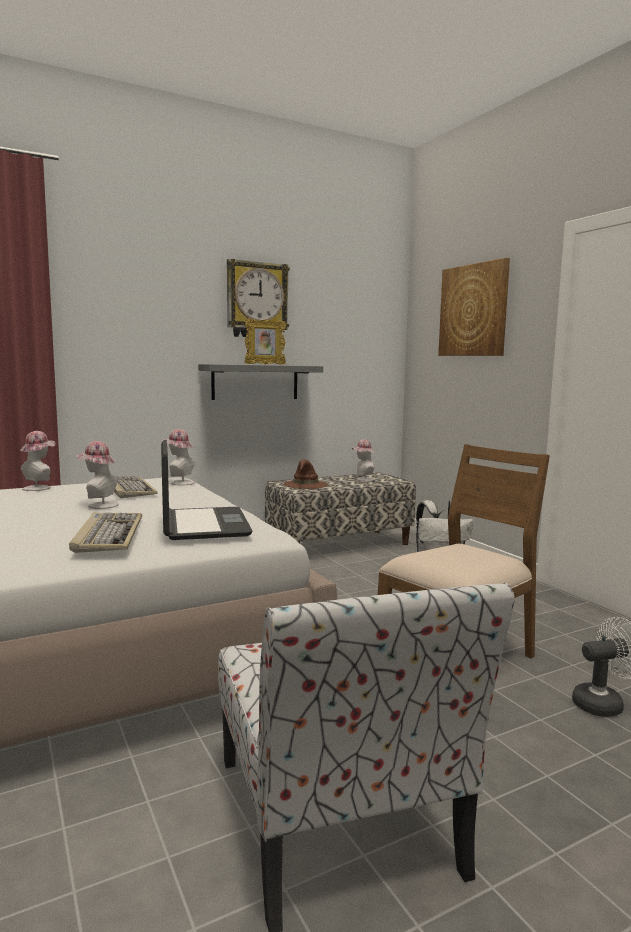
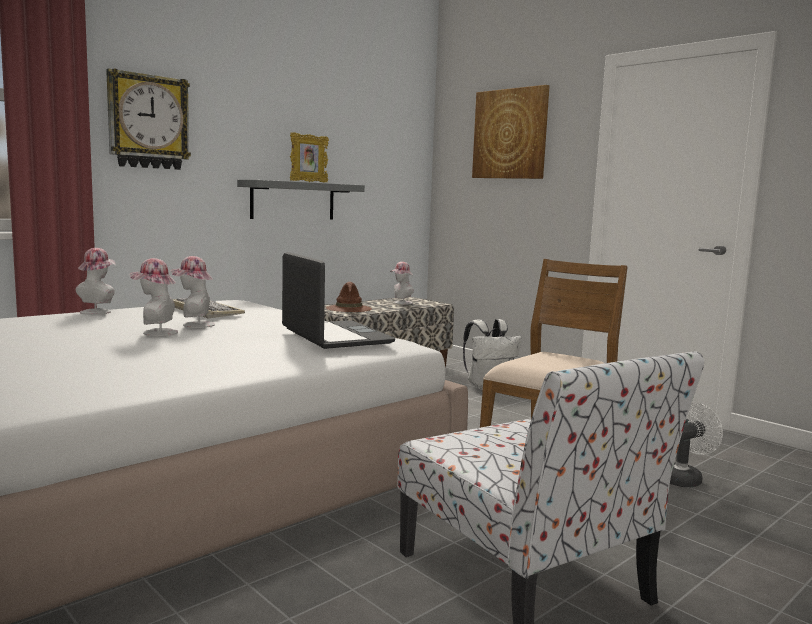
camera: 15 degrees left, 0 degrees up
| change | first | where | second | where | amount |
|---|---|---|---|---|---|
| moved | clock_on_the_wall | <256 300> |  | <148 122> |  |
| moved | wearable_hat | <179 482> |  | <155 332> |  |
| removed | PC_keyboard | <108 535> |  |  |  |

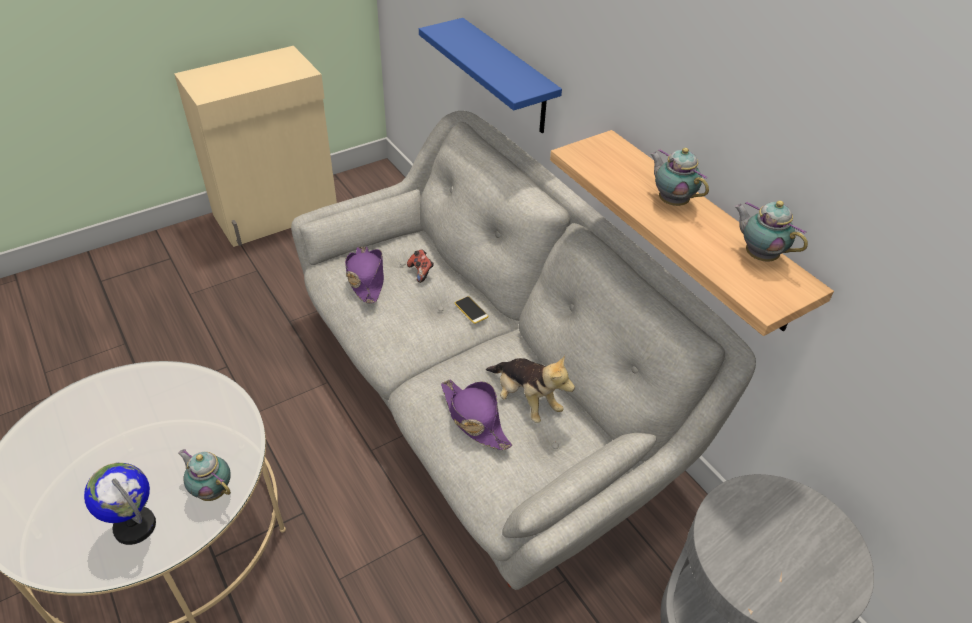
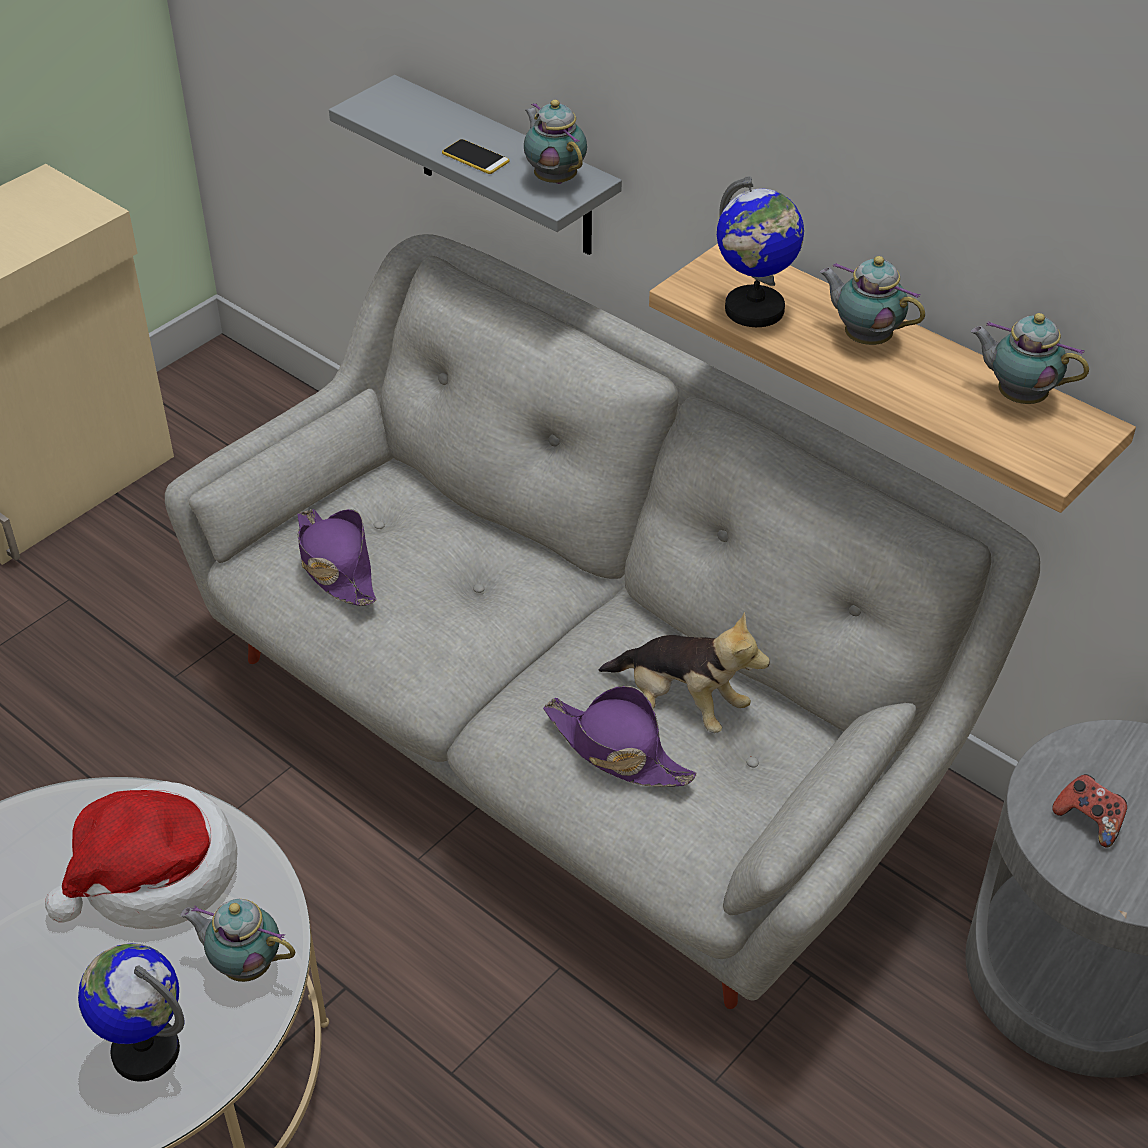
camera: 15 degrees left, 0 degrees up
| change | first | where | second | where | amount |
|---|---|---|---|---|---|
| added |  |  | wearable_hat | <155 874> |  |
| recoloured | bluish_shelf | <508 77> | gray_shelf | <505 168> |  |
| moved | handset | <471 310> |  | <475 157> |  |
| added |  |  | teapot | <554 178> |  |
| added |  |  | world_globe | <754 310> |  |
| moved | joypad | <421 272> |  | <1089 821> |  |

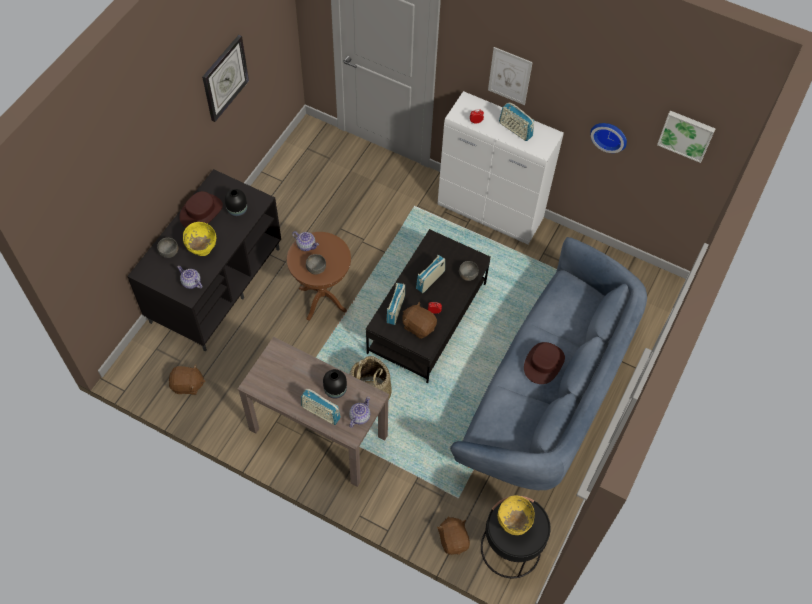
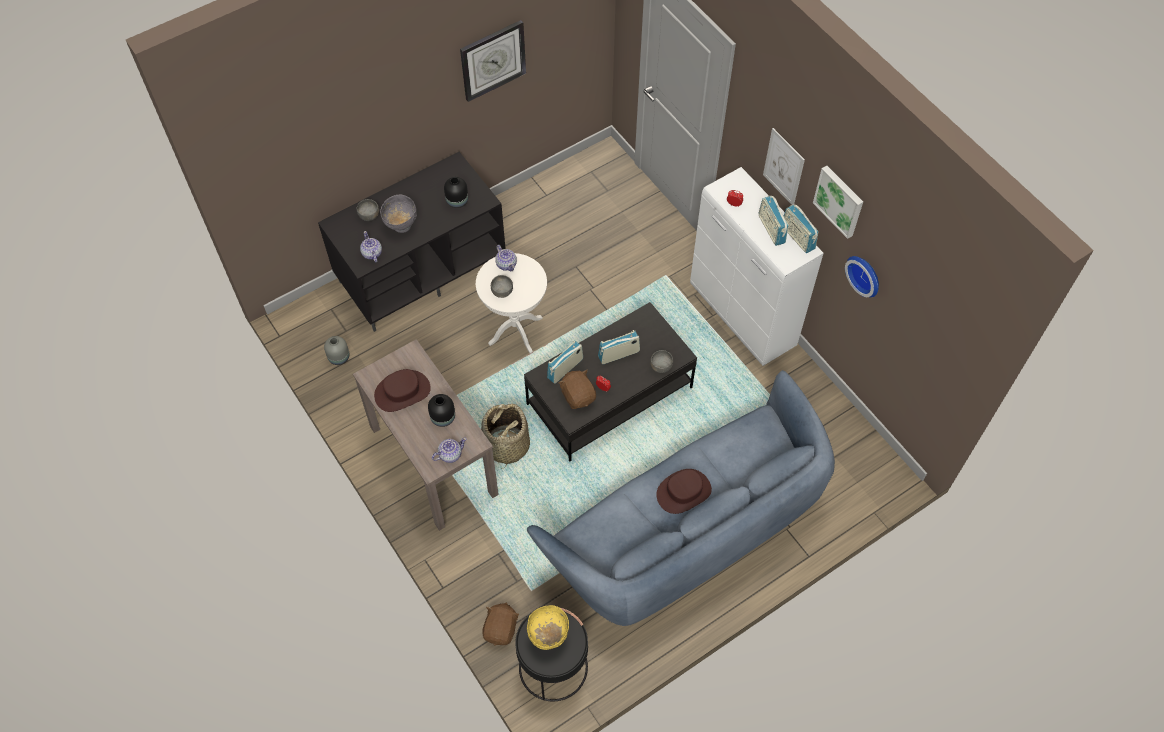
camera: 30 degrees right, 0 degrees up
| change | first | where | second | where | amount |
|---|---|---|---|---|---|
| replaced | brown-coloured_cuddly_toy | <187 385> | gray_vase | <339 357> |  |
| moved | brown-coloured_wearable_hat | <201 212> |  | <402 392> |  |
| recoloured | yellowish_serving_bowl | <202 249> | gray_serving_bowl | <401 225> |  |
| recoloured | brown-coloured_end_table | <322 299> | whitish_end_table | <515 330> |  |
| moved | radio | <320 412> |  | <797 237> |  |
| moved | wall_art | <686 135> |  | <839 200> |  |

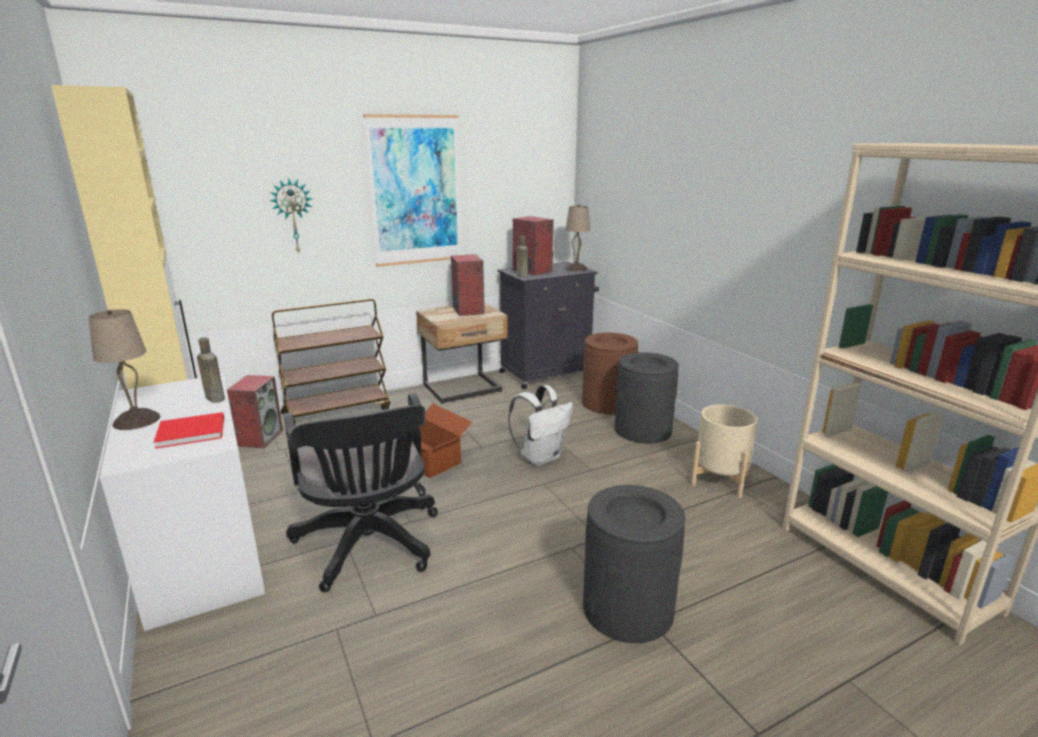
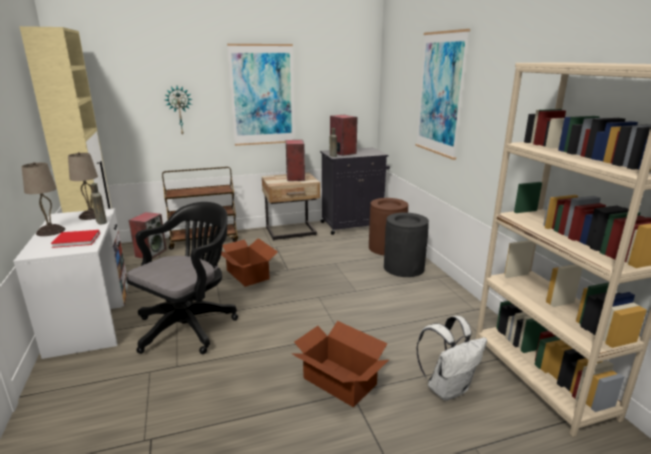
camera: 10 degrees right, 0 degrees up
| change | first | where | second | where | amount |
|---|---|---|---|---|---|
| moved | beige-coloured_tabletop_lamp | <575 269> |  | <91 215> |  |
| turned | black-coloured_office_chair | <370 547> |  | <190 325> | 135 degrees counterclockwise |
| replaced | black-coloured_trash_can | <628 609> | packing_box | <339 382> |  |
| added |  |  | wall_art | <440 94> |  |
| moved | whitish_backpack | <541 457> |  | <447 388> |  |
| removed | beige-coloured_planter | <720 480> |  |  |  |

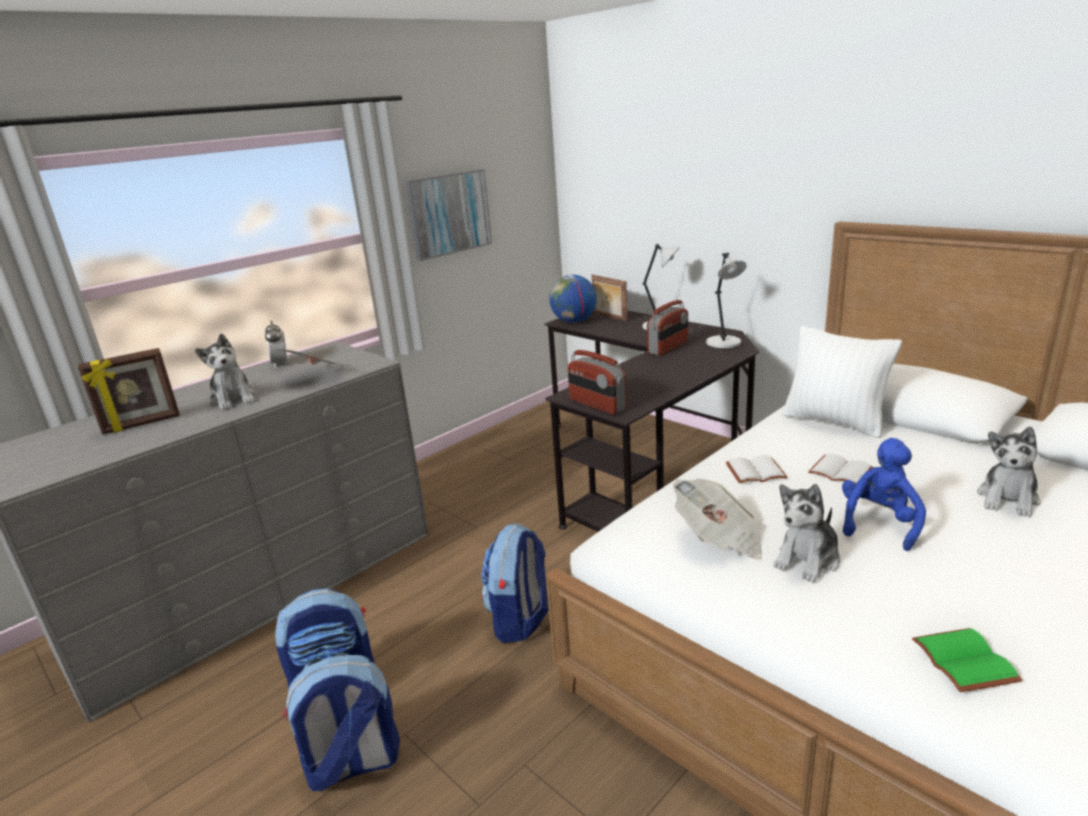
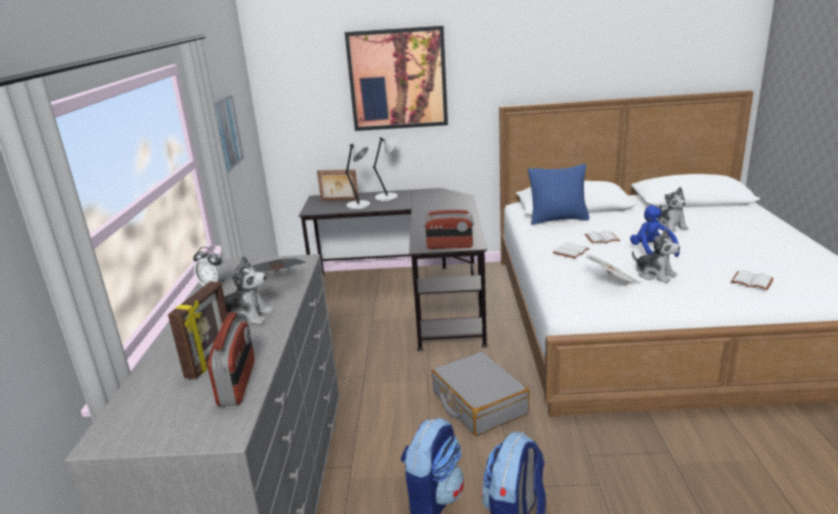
camera: 45 degrees left, 0 degrees up
| change | first | where | second | where | amount |
|---|---|---|---|---|---|
| moved | radio | <668 347> |  | <238 383> |  |
| added |  |  | wall_art | <397 79> |  |
| moved | gray_tabletop_lamp | <724 343> |  | <359 206> |  |
| replaced | backpack | <520 619> | gray_suitcase | <478 403> |  |
| recoloured | whitish_throw_pillow | <834 421> | bluish_throw_pillow | <558 219> |  |
| turned | cuddly_toy | <808 560> |  | <655 274> | 45 degrees counterclockwise |
| recoloured | greenish_bound_book | <961 660> | whitish_bound_book | <751 282> |  |
| removed | world_globe | <574 321> |  |  |  |

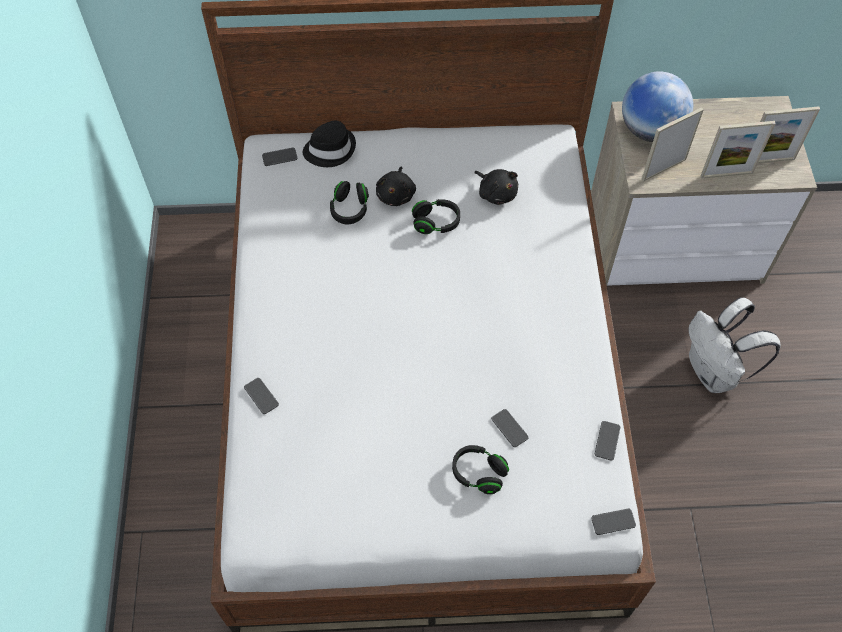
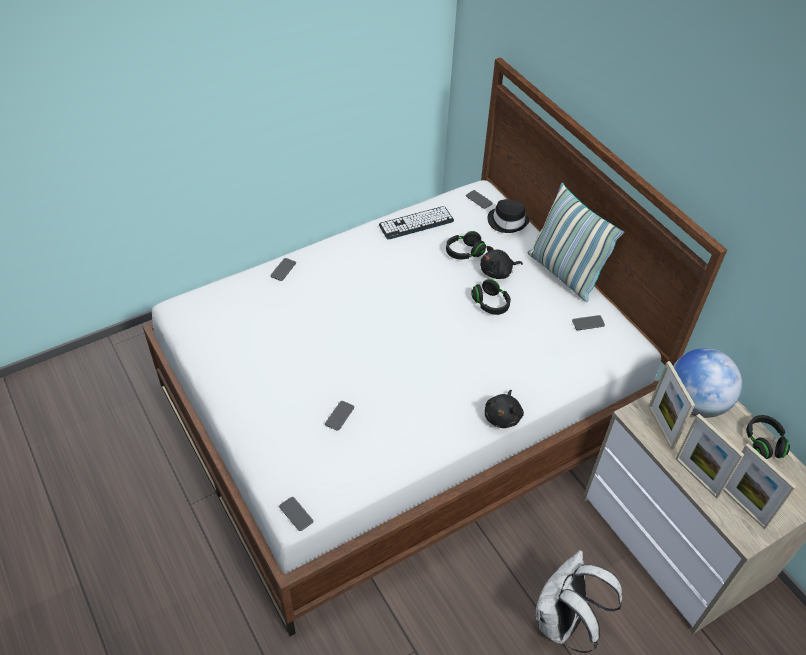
camera: 60 degrees right, 10 degrees down
| change | first | where | second | where | amount |
|---|---|---|---|---|---|
| added |  |  | PC_keyboard | <416 223> |  |
| moved | black-coloured_cuddly_toy | <496 193> |  | <503 416> |  |
| added |  |  | throw_pillow | <564 273> |  |
| moved | handset | <607 441> |  | <588 323> |  |
| turned | standing_frame | <663 169> |  | <660 427> | 135 degrees counterclockwise |
| moved | black-coloured_headphones | <478 473> |  | <763 442> |  |

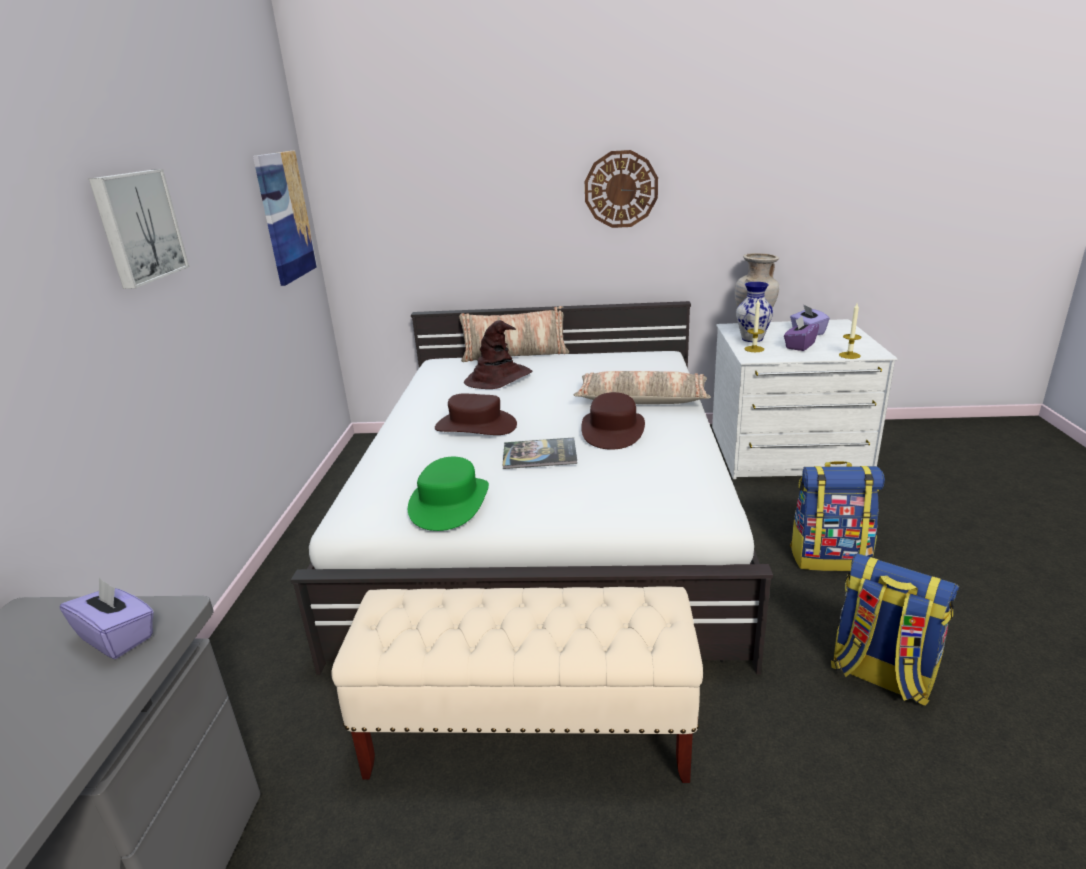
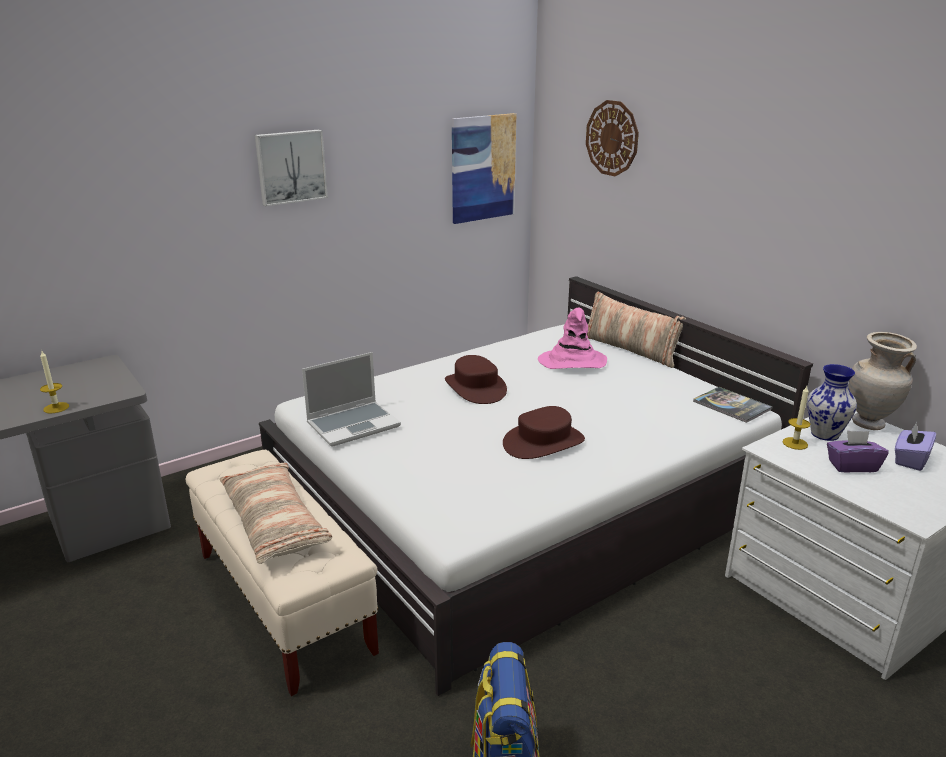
camera: 50 degrees right, 0 degrees up
| change | first | where | second | where | amount |
|---|---|---|---|---|---|
| moved | wax_light | <849 355> |  | <56 408> |  |
| moved | throw_pillow | <642 399> |  | <275 523> |  |
| replaced | greenish_wearable_hat | <449 503> | notebook_computer | <354 424> |  |
| recoloured | brown-coloured_wearable_hat | <498 378> | pink_wearable_hat | <572 361> |  |
| moved | clock_on_the_wall | <621 189> |  | <612 138> |  |
| moved | bound_book | <539 454> |  | <731 405> |  |
| removed | purplish_box_of_tissues | <118 637> |  |  |  |
| removed | backpack | <829 557> |  |  |  |

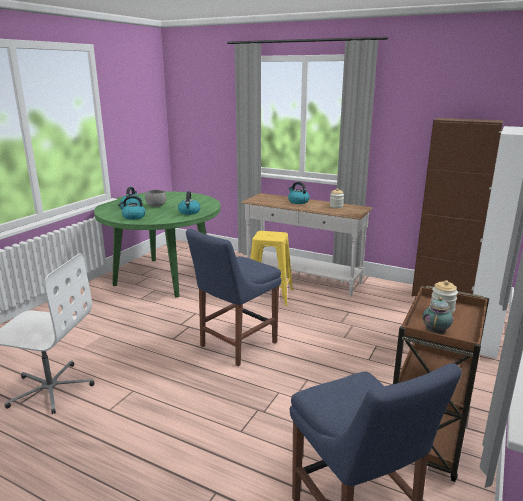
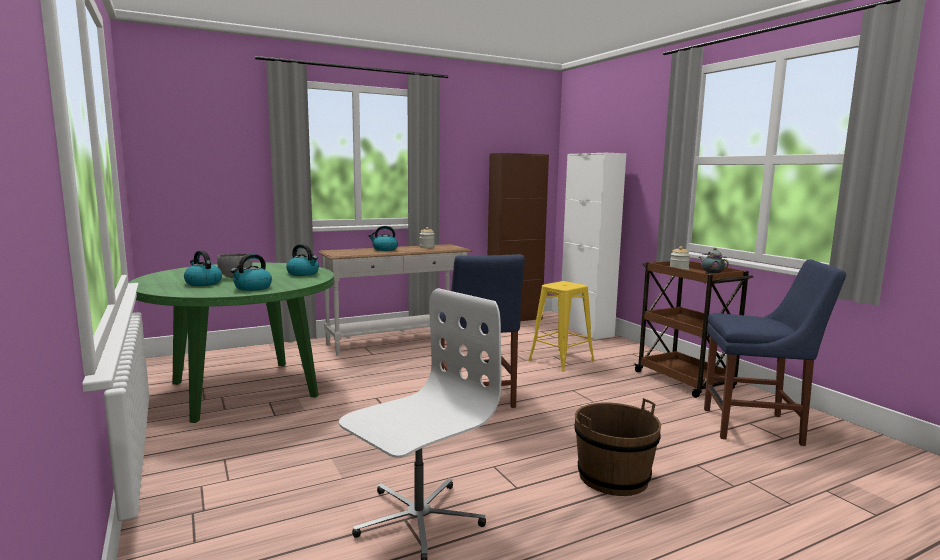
camera: 55 degrees left, 10 degrees down
| change | first | where | second | where | amount |
|---|---|---|---|---|---|
| moved | yellowish_sitting_stool | <270 295> |  | <561 360> |  |
| added |  |  | brown-coloured_bucket | <613 478> |  |

